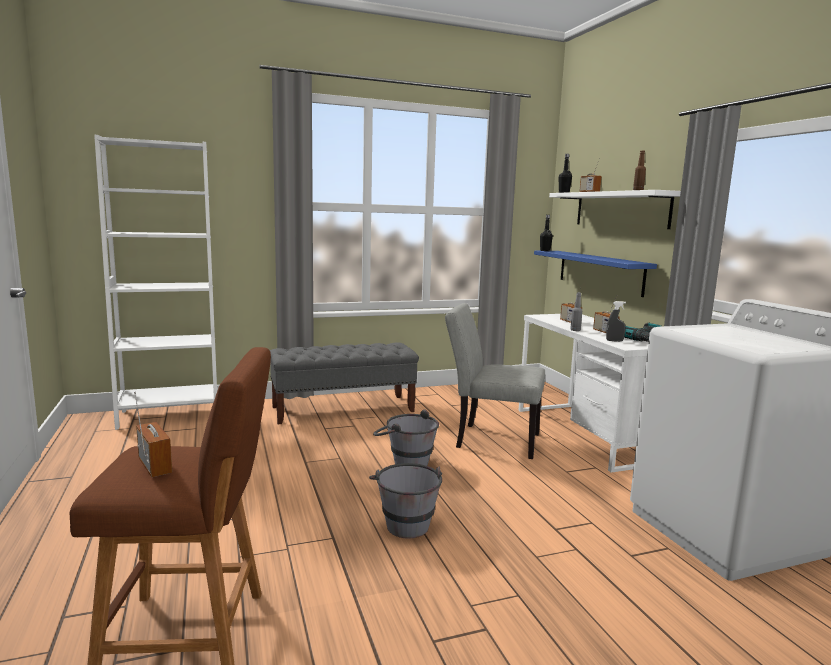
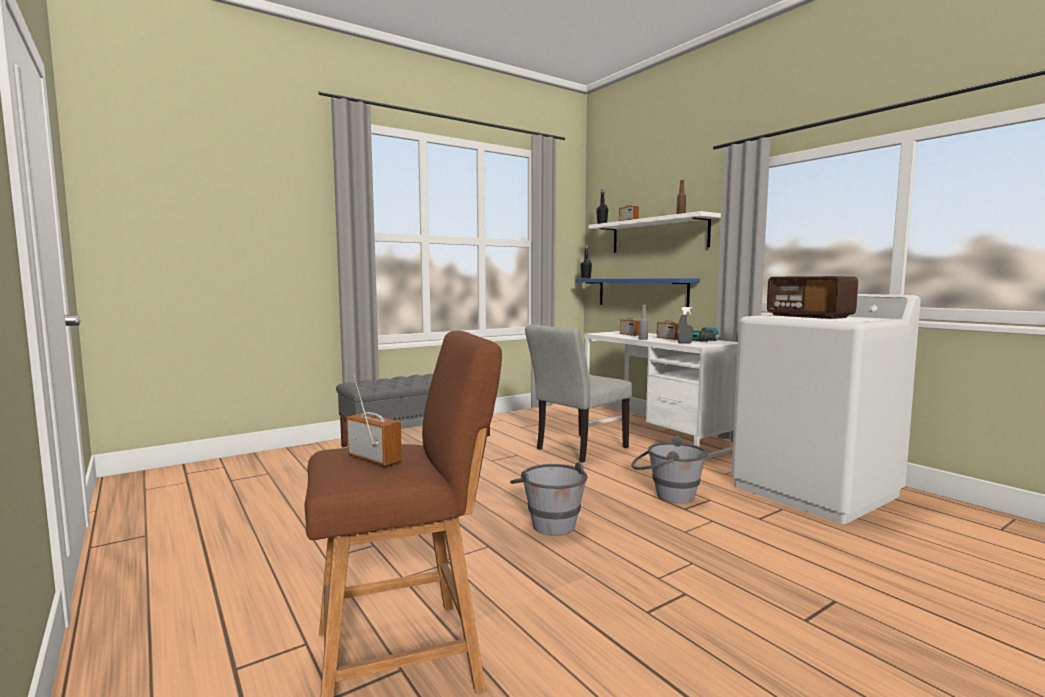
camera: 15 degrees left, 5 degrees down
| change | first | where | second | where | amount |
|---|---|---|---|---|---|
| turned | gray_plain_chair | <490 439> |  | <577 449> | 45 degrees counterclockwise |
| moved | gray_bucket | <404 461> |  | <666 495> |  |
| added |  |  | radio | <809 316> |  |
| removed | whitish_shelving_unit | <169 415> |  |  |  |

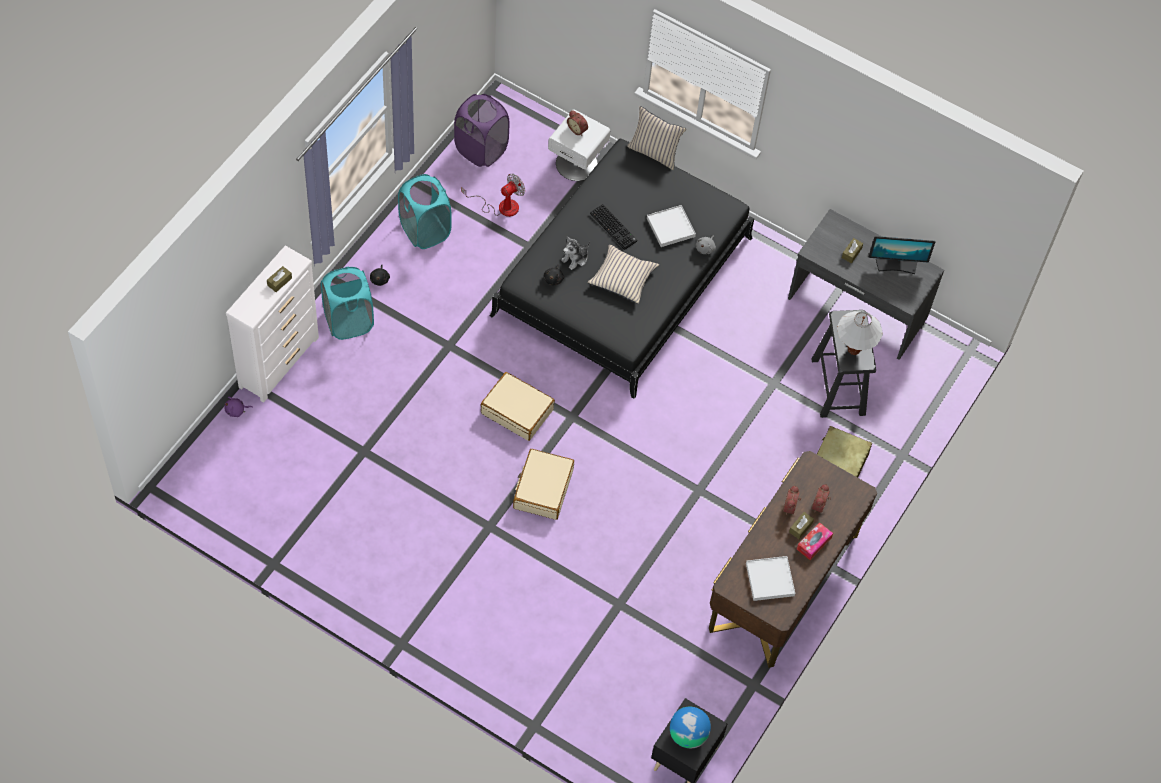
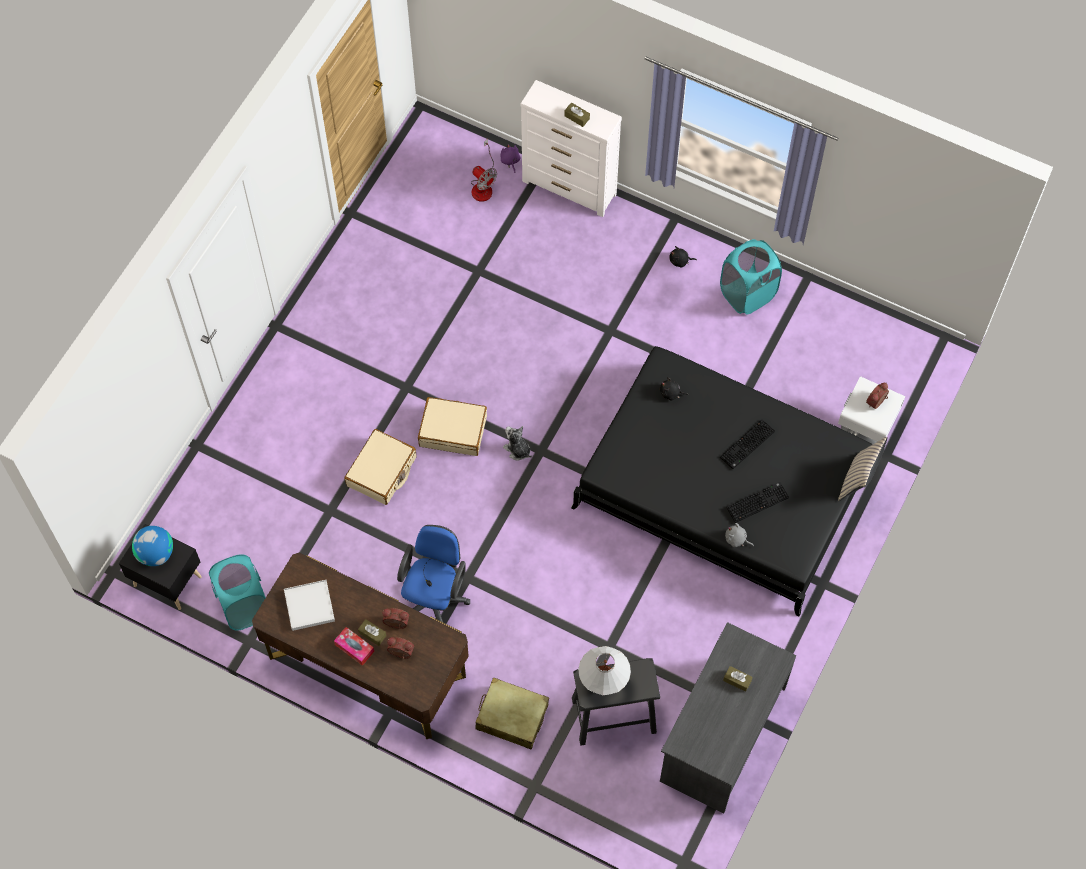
camera: 90 degrees right, 5 degrees up
| change | first | where | second | where | amount |
|---|---|---|---|---|---|
| moved | turquoise_laundry_basket | <348 321> |  | <244 606> |  |
| moved | beige-coloured_suitcase | <517 411> |  | <382 472> |  |
| added |  |  | bluish_office_chair | <435 599> |  |
| moved | electric_fan | <501 206> |  | <483 185> |  |
| moved | cuddly_toy | <575 259> |  | <517 450> |  |
| replaced | whitish_carrying_tray | <670 227> | PC_keyboard | <757 501> |  |
| removed | purplish_laundry_basket | <481 150> |  |  |  |
| removed | beige-coloured_throw_pillow | <623 278> |  |  |  |
| removed | computer_display | <896 265> |  |  |  |

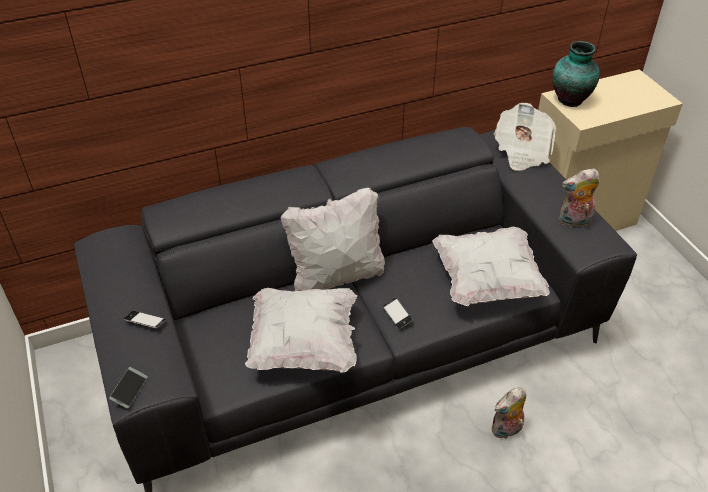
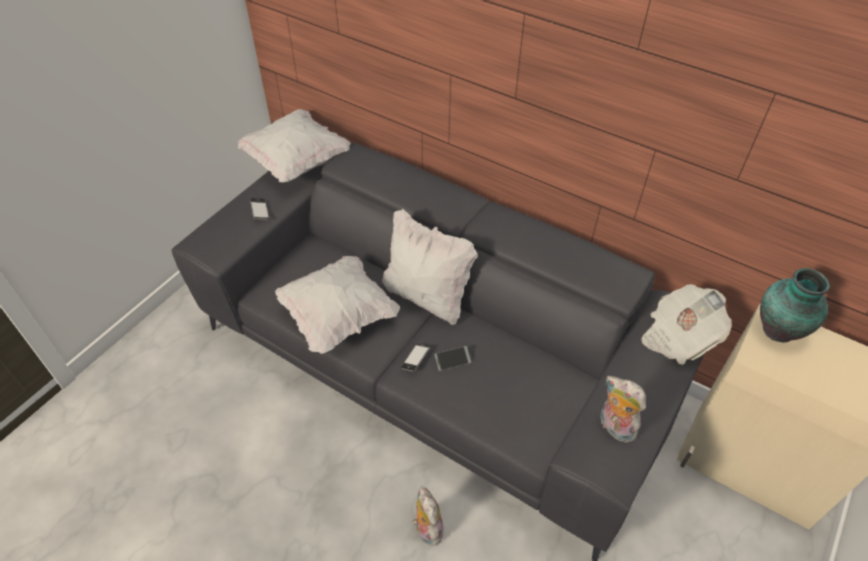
camera: 55 degrees right, 5 degrees up
| change | first | where | second | where | amount |
|---|---|---|---|---|---|
| moved | whitish_throw_pillow | <487 282> |  | <296 161> |  |
| turned | cuddly_toy | <506 430> |  | <427 529> | 45 degrees clockwise |
| moved | handset | <129 390> |  | <452 360> |  |

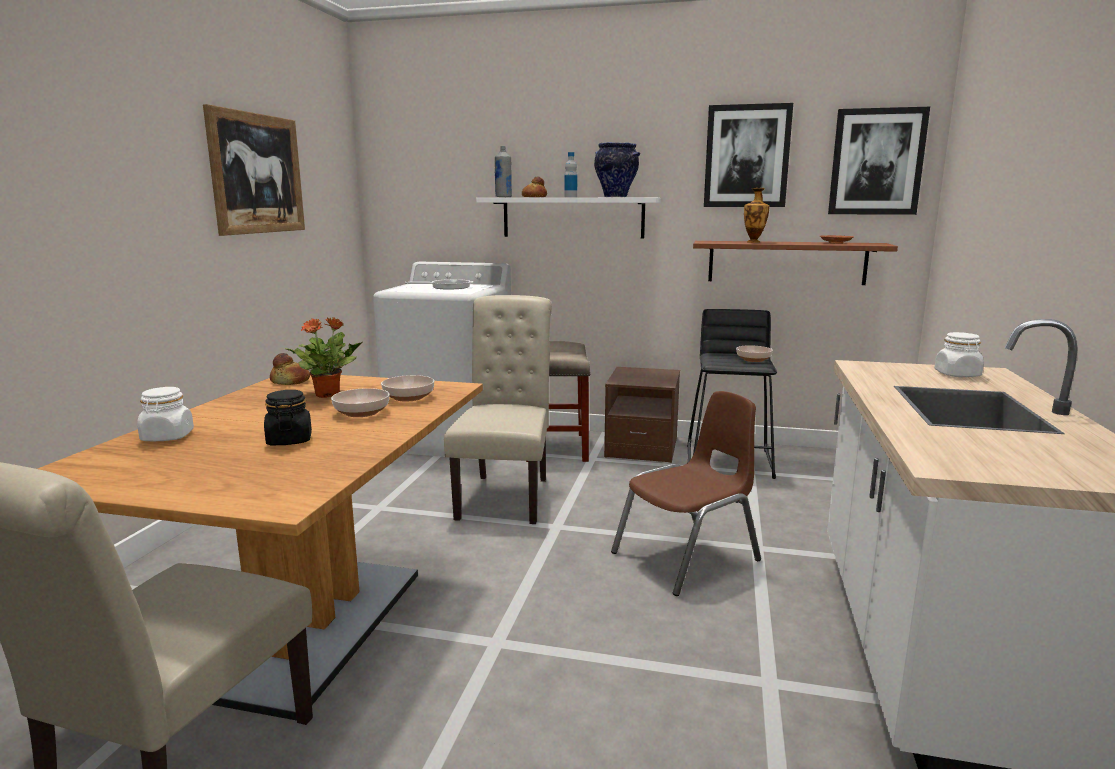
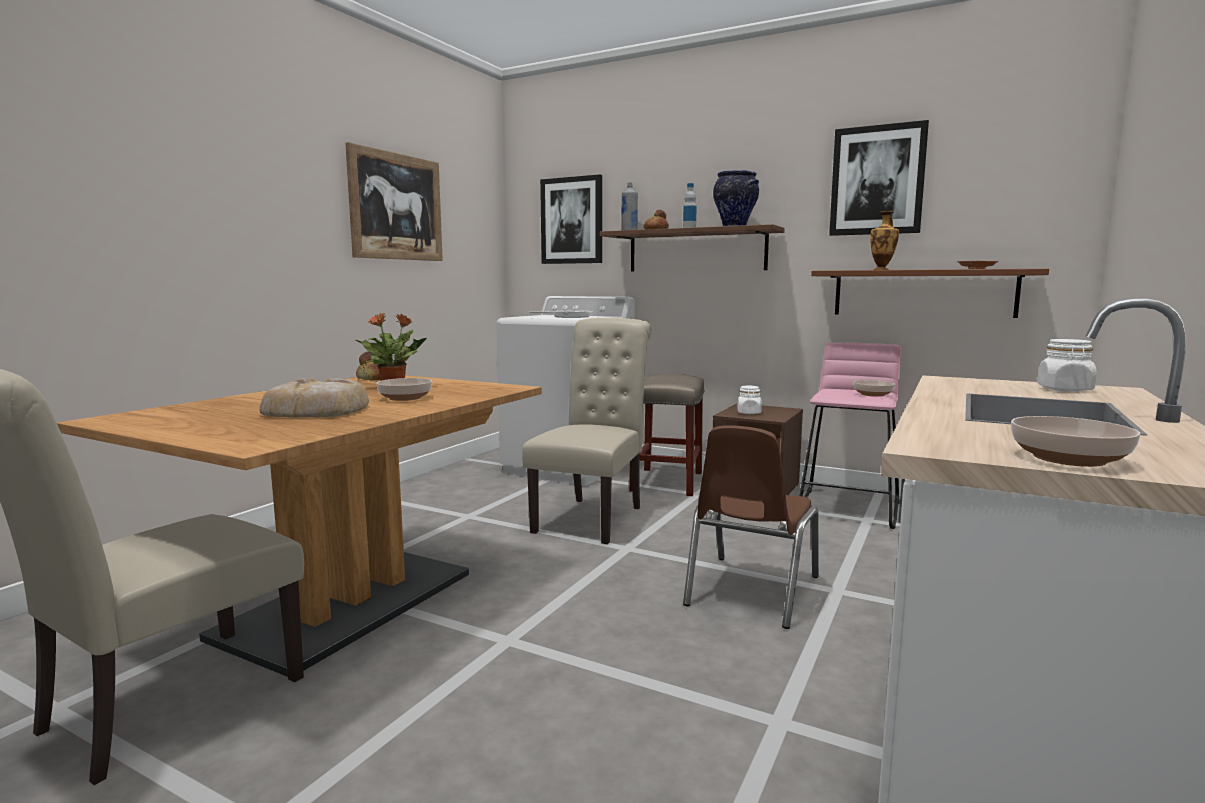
camera: 15 degrees right, 5 degrees down
| change | first | where | second | where | amount |
|---|---|---|---|---|---|
| replaced | black-coloured_jar | <289 440> | bakery_bread | <318 410> |  |
| moved | wall_art | <876 162> |  | <572 221> |  |
| recoloured | whitish_shelf | <573 217> | brown-coloured_shelf | <696 251> |  |
| turned | brown-coloured_plain_chair | <687 557> |  | <751 590> | 135 degrees clockwise |
| moved | whitish_jar | <167 437> |  | <749 413> |  |
| recoloured | black-coloured_sitting_stool | <730 461> | pink_sitting_stool | <849 508> |  |
| moved | serving_bowl | <409 397> |  | <1070 458> |  |

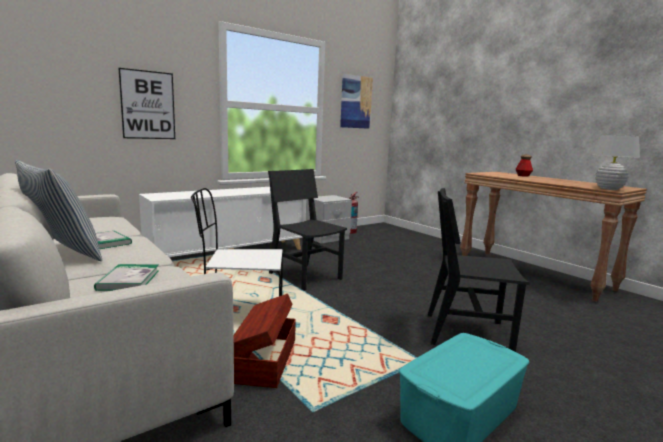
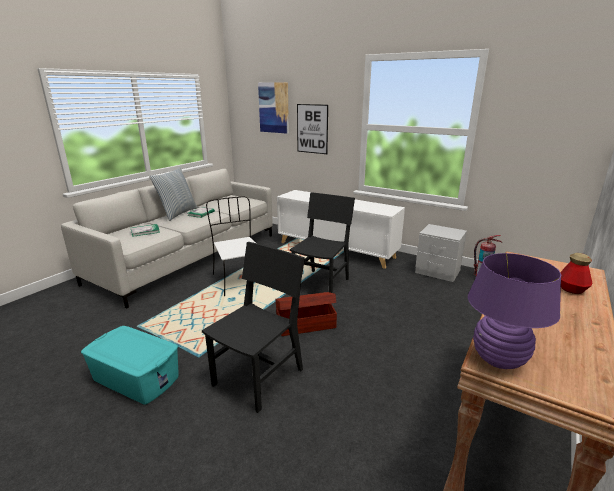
camera: 70 degrees right, 10 degrees up
| change | first | where | second | where | amount |
|---|---|---|---|---|---|
| turned | black-coloured_plain_chair | <467 332> |  | <258 377> | 45 degrees clockwise |
| moved | wall_art | <356 102> |  | <274 108> |  |
| moved | brown-coloured_storage_container | <265 361> |  | <305 324> |  |
| recoloured | whitish_tabletop_lamp | <609 189> | purplish_tabletop_lamp | <498 359> |  |

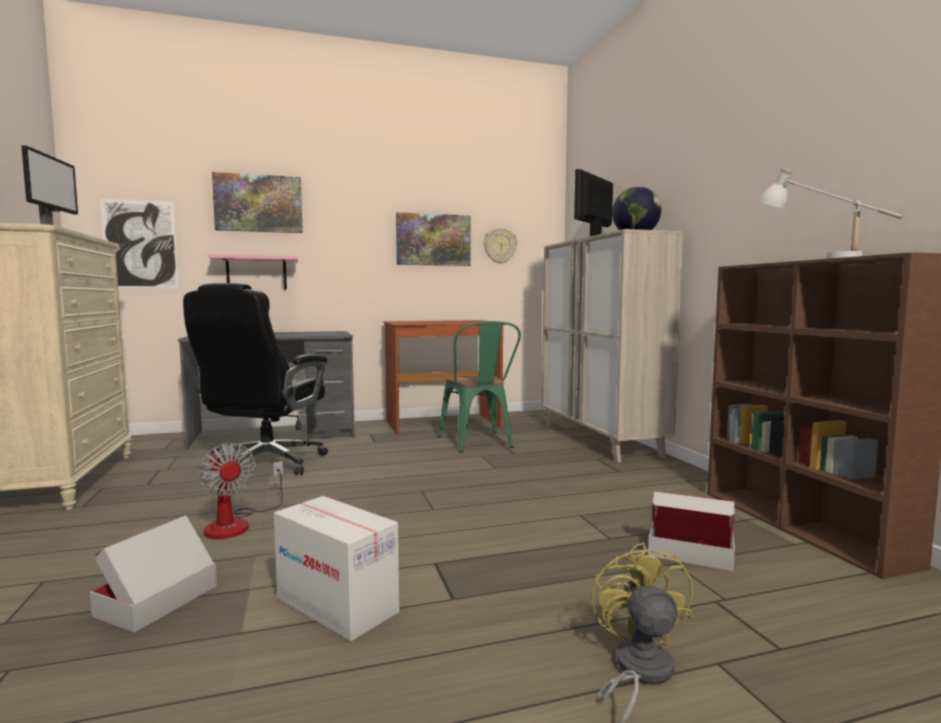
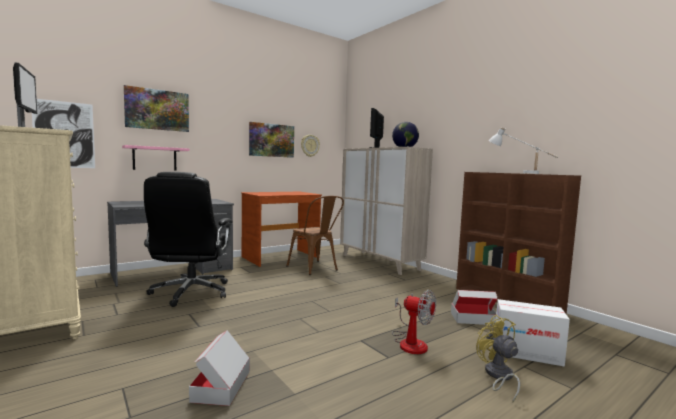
camera: 20 degrees left, 0 degrees up
| change | first | where | second | where | amount |
|---|---|---|---|---|---|
| recoloured | greenish_plain_chair | <478 443> | brown-coloured_plain_chair | <315 269> |  |
| moved | electric_fan | <237 524> |  | <410 342> |  |
| moved | packing_box | <336 605> |  | <527 353> |  |

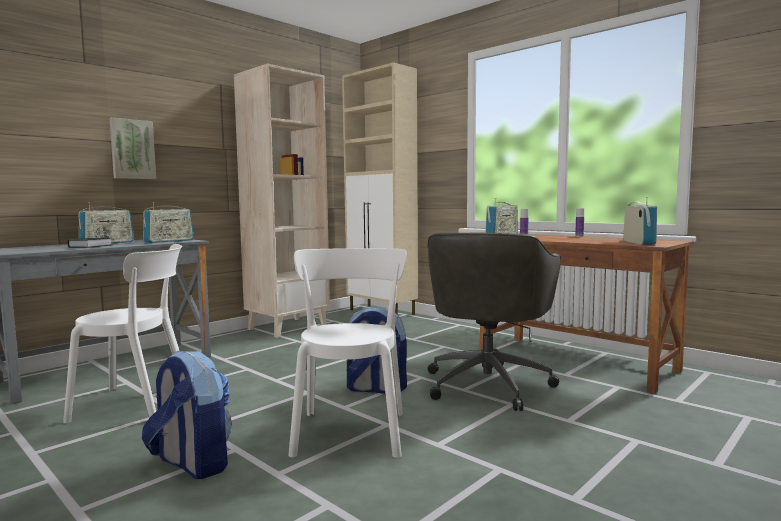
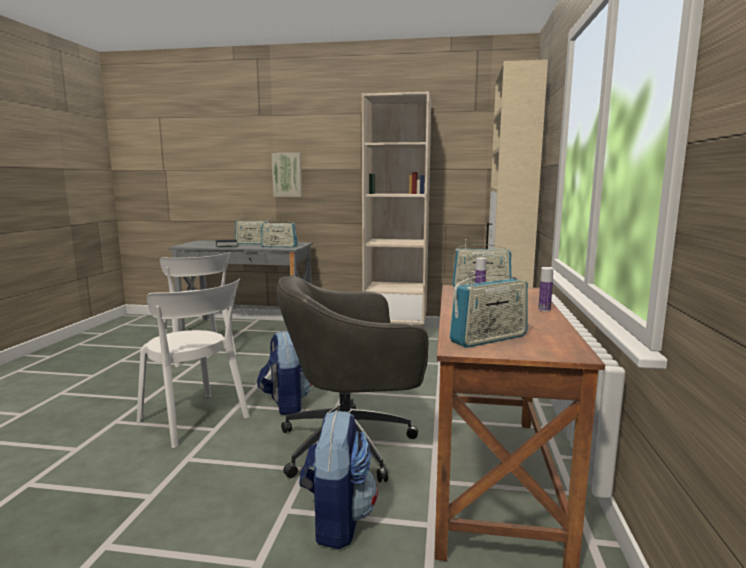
camera: 55 degrees right, 5 degrees up
| change | first | where | second | where | amount |
|---|---|---|---|---|---|
| turned | whitish_plain_chair | <351 430> |  | <196 420> | 75 degrees clockwise |
| moved | backpack | <192 463> |  | <337 520> |  |

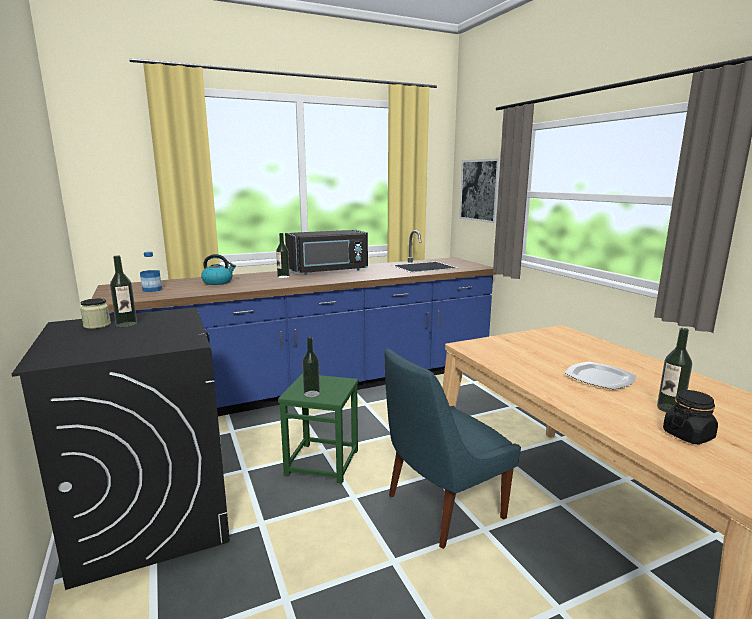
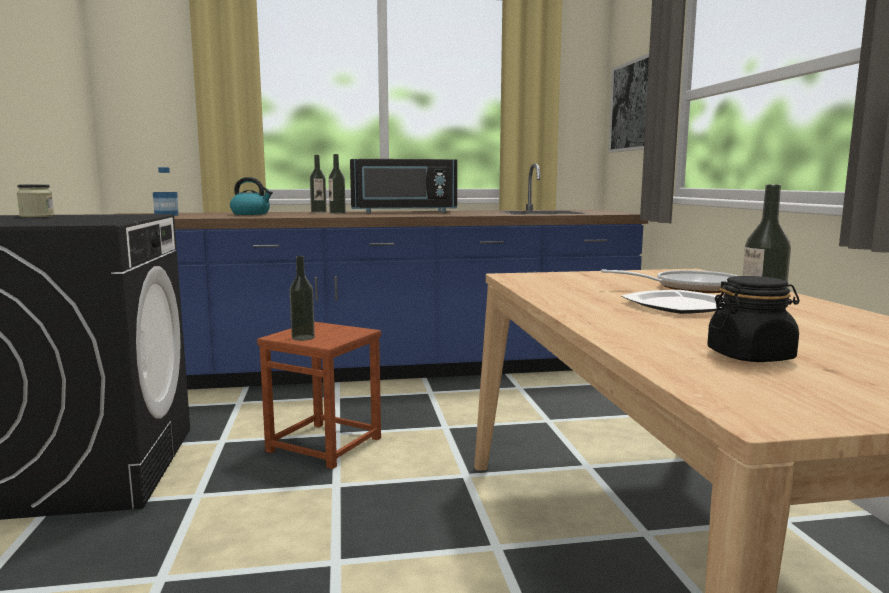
camera: 15 degrees right, 5 degrees down
| change | first | where | second | where | amount |
|---|---|---|---|---|---|
| recoloured | greenish_sitting_stool | <322 462> | brown-coloured_sitting_stool | <325 444> |  |
| moved | beverage_bottle | <126 324> |  | <318 212> |  |
| added |  |  | frying_pan | <689 288> |  |
| removed | bluish_plain_chair | <441 508> |  |  |  |

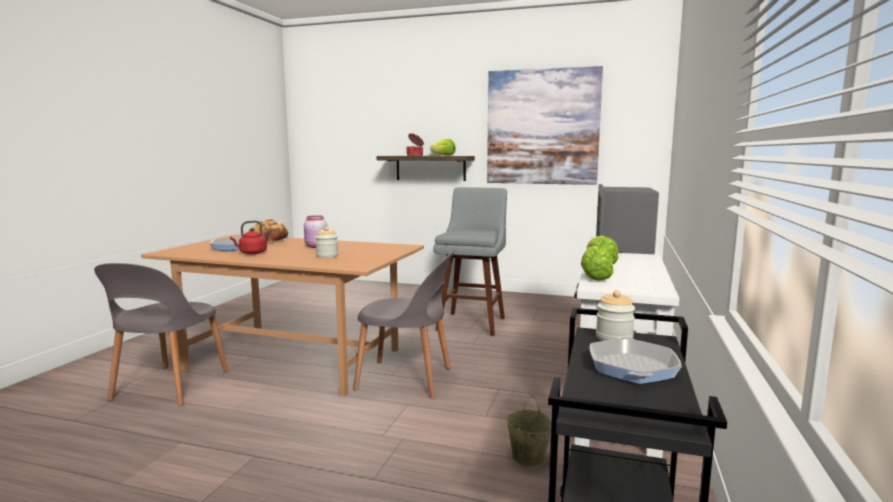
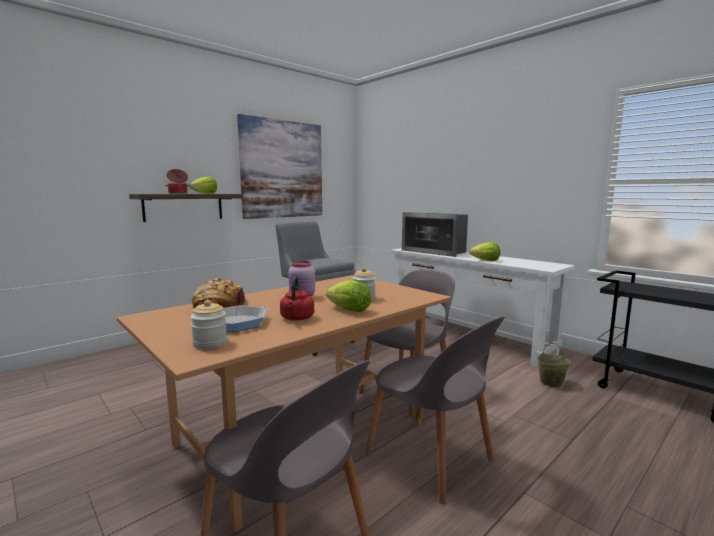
camera: 60 degrees left, 0 degrees up
| change | first | where | second | where | amount |
|---|---|---|---|---|---|
| moved | jar | <614 338> |  | <210 343> |  |
| moved | lettuce_head | <594 277> |  | <349 310> |  |
| added |  |  | gray_plain_chair | <431 459> |  |
| removed | frying_pan | <632 367> |  |  |  |

